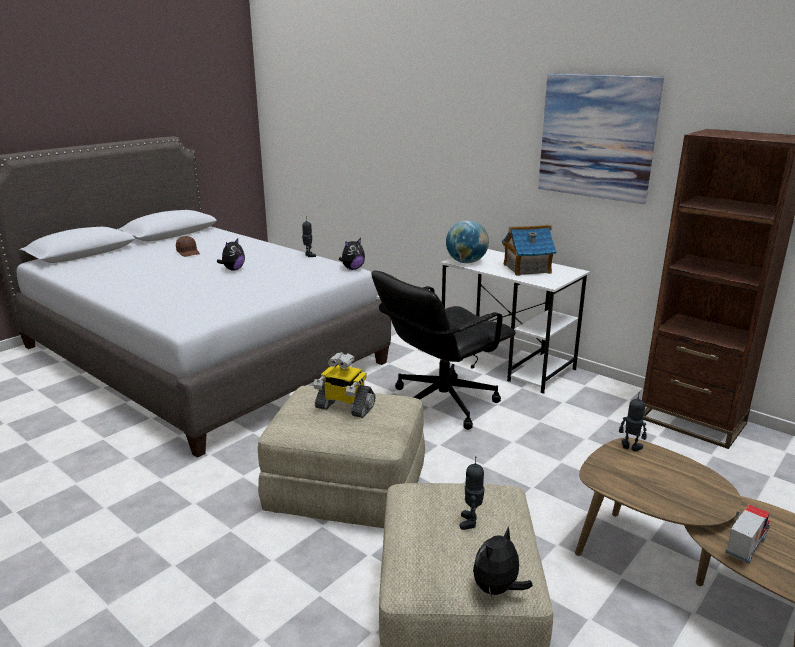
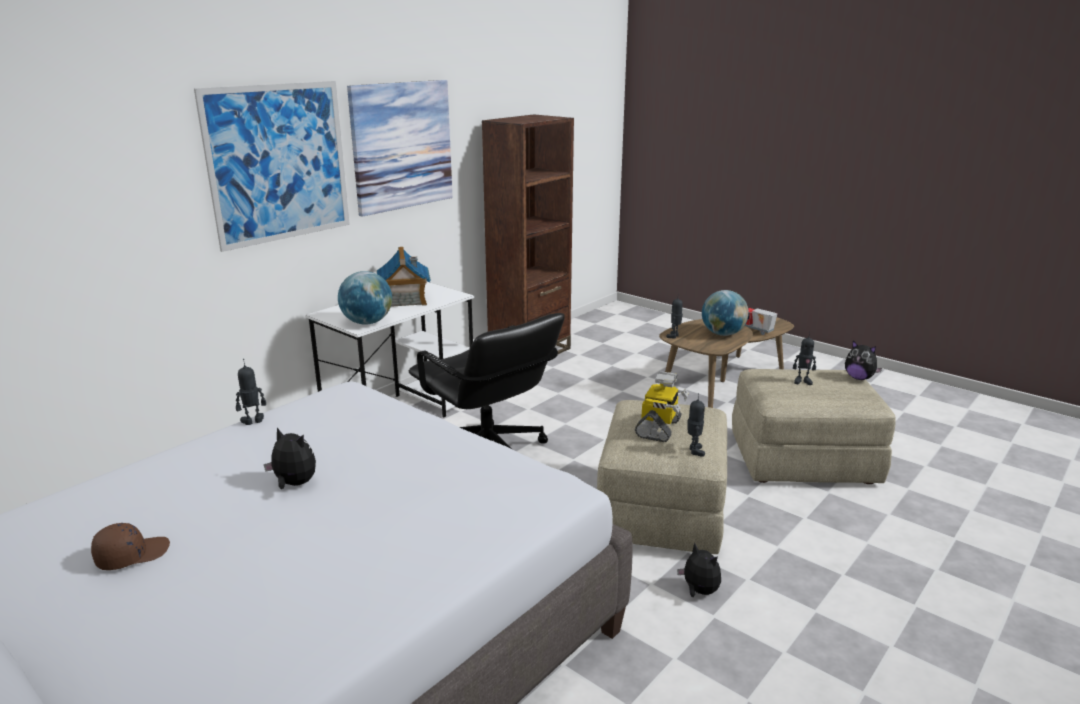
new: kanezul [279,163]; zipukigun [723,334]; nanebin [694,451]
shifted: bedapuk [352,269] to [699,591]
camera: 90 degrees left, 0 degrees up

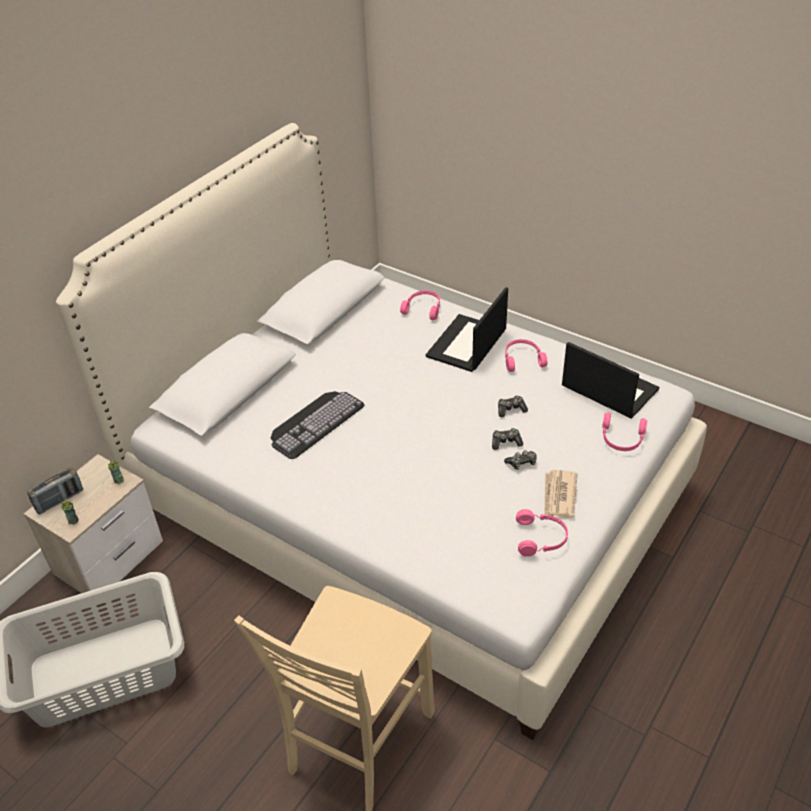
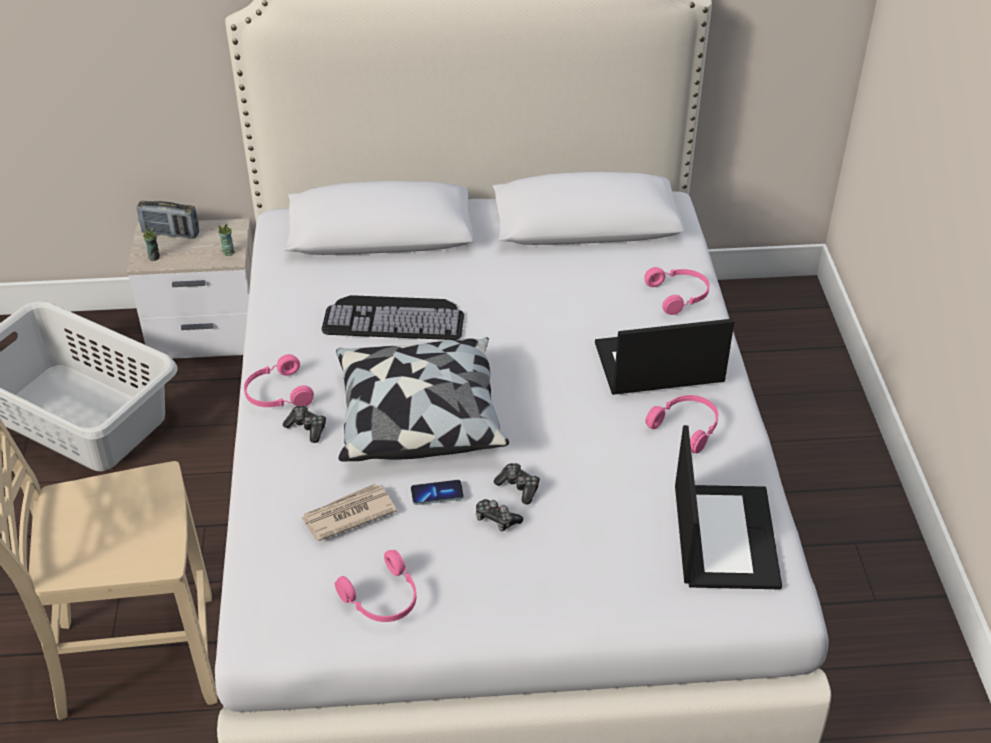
new: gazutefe [418,417]; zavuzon [437,493]
shifted: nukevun [511,409] to [307,428]; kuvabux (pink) [622,439] to [277,394]; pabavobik [559,496] to [347,515]
camera: 50 degrees right, 0 degrees up

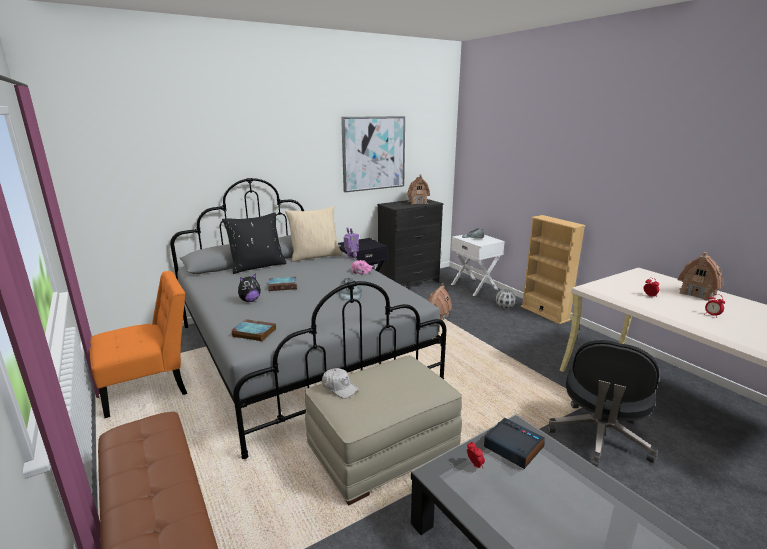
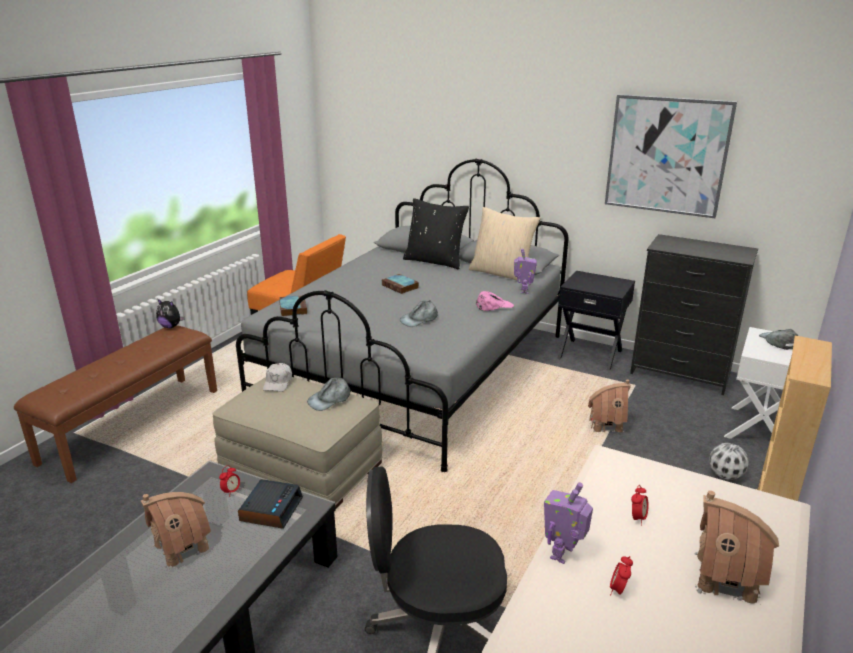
new: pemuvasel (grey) [330,399]; nanebin [563,554]
shifted: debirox [417,202] to [181,547]; bedapuk [250,300] to [171,326]
camera: 60 degrees right, 5 degrees up

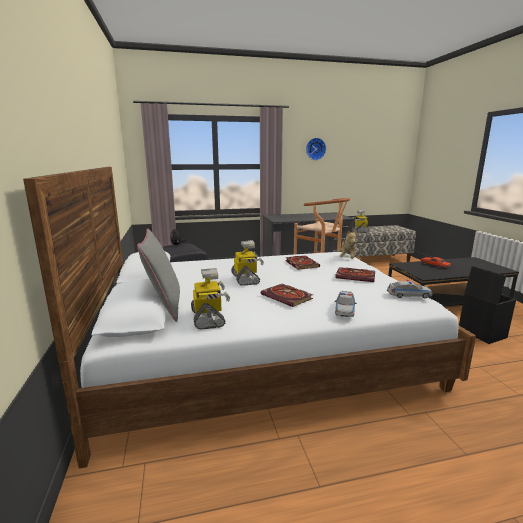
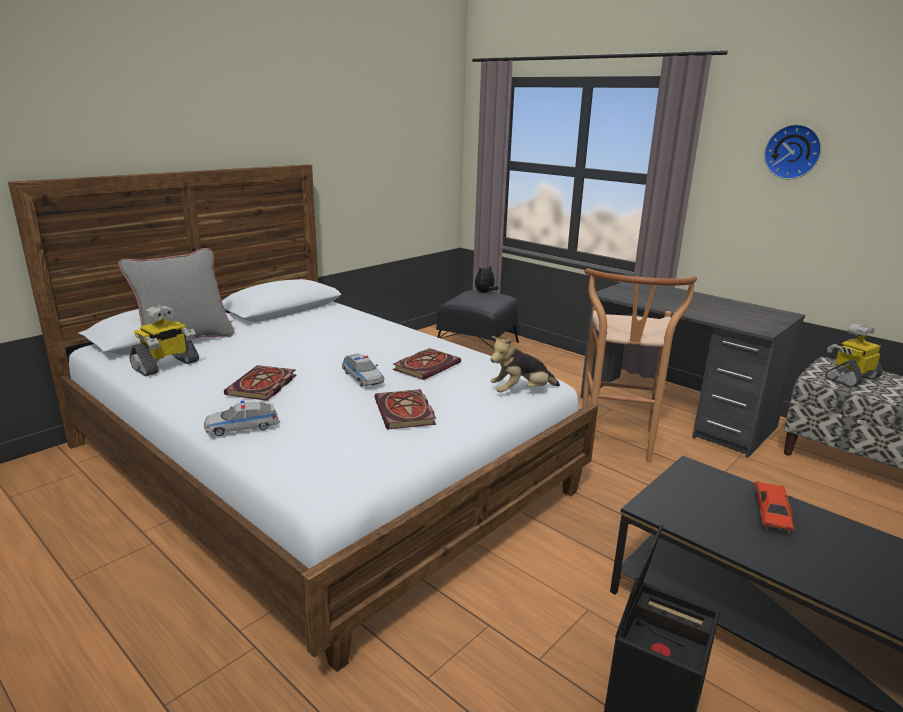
gone: nanebin [246,279]
shifted: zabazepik [409,295] to [362,377]
camera: 55 degrees right, 5 degrees up

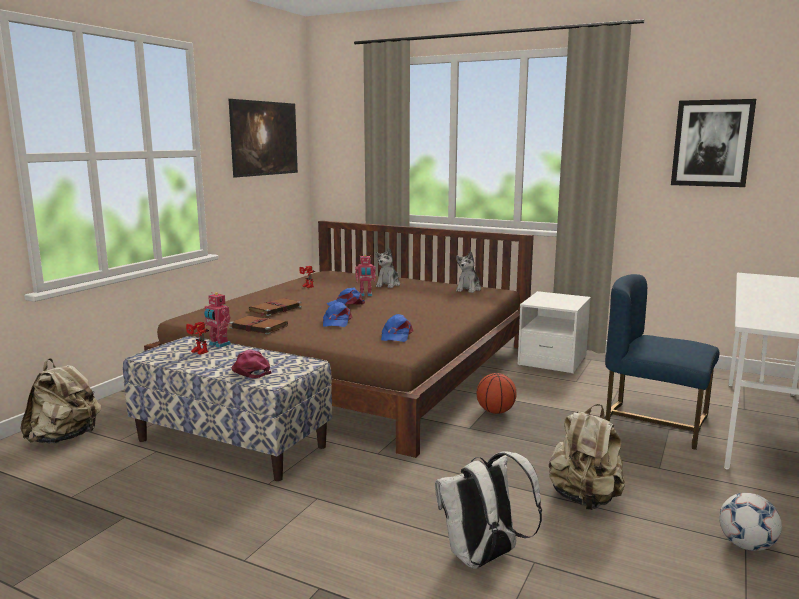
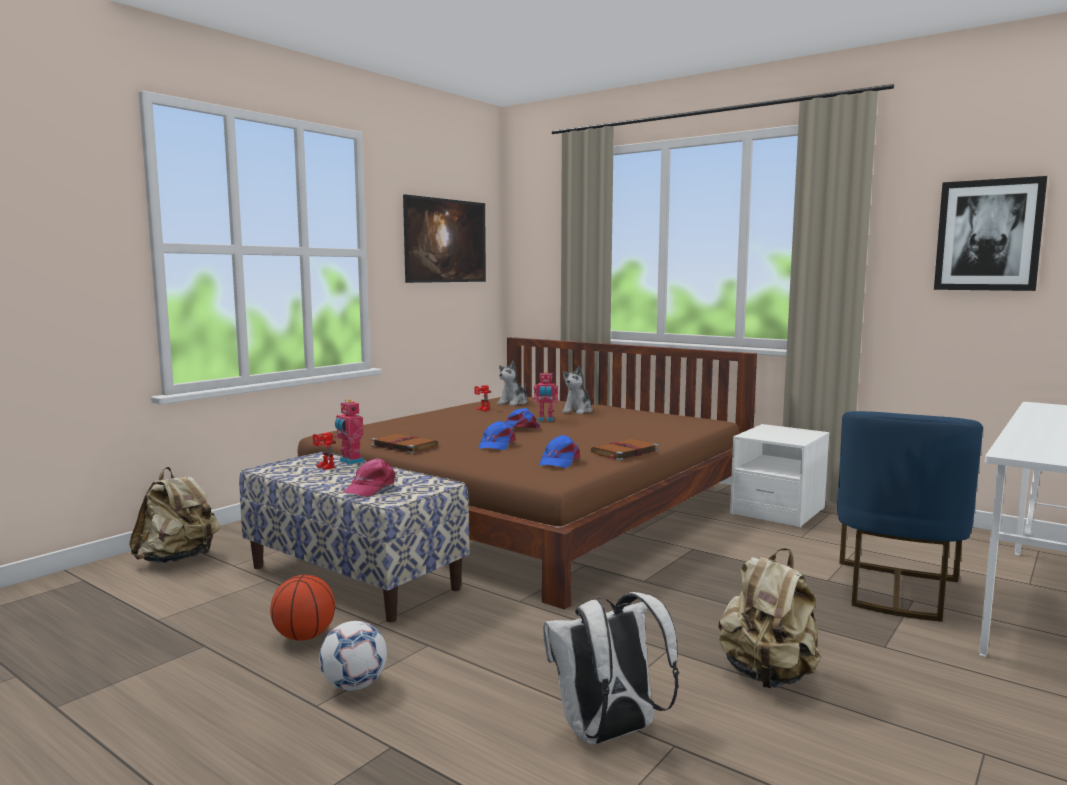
shifted: bedapuk [468,289] to [513,403]; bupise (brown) [275,309] to [624,452]; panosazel [495,411] to [304,636]; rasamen [746,545] to [354,685]
rotated: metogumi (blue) [655,422] = [895,591] 105 degrees counterclockwise; pemuvasel (pink) [250,371] = [370,488] 135 degrees counterclockwise
camera: 10 degrees right, 5 degrees down

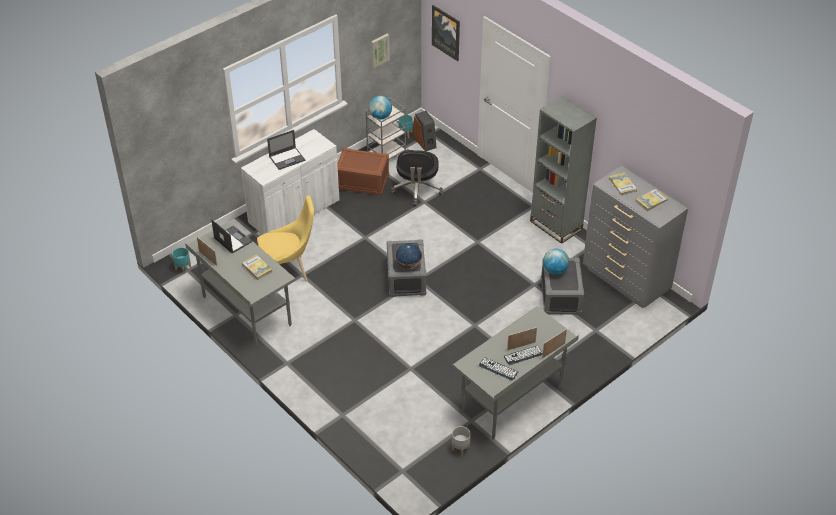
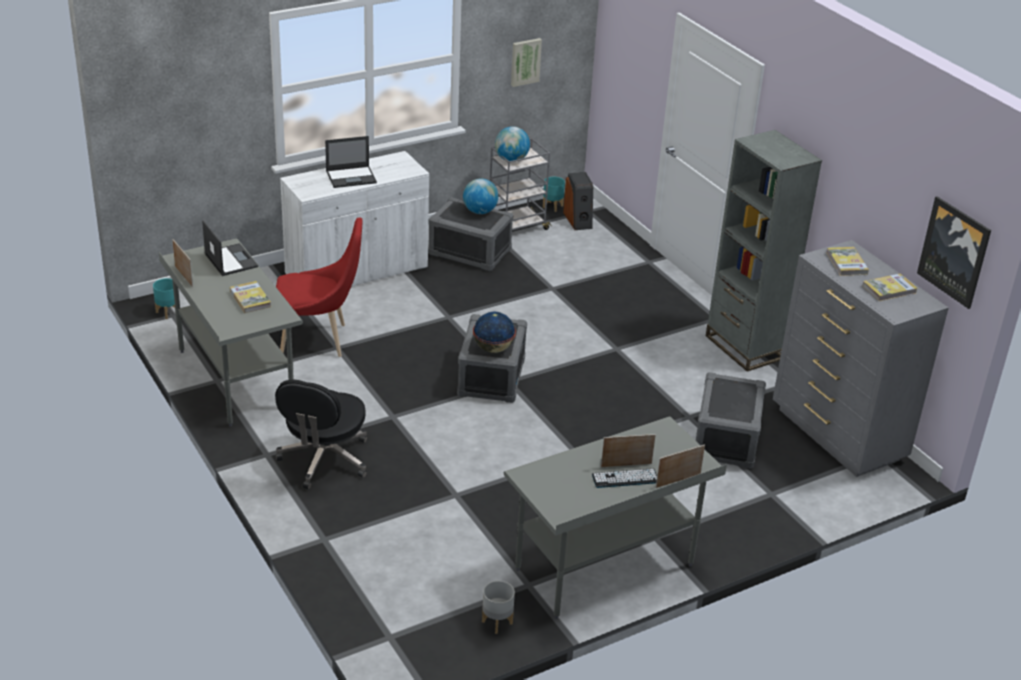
gone: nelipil [498,369]
shifted: kanezul [446,32] to [954,251]; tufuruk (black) [417,189] to [324,460]; zipukigun [554,270] to [480,211]
repainted: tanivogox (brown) [362,182] to tanivogox (grey) [469,252]; metogumi (yellow) [288,271] to metogumi (red) [318,340]
camera: 10 degrees right, 10 degrees down

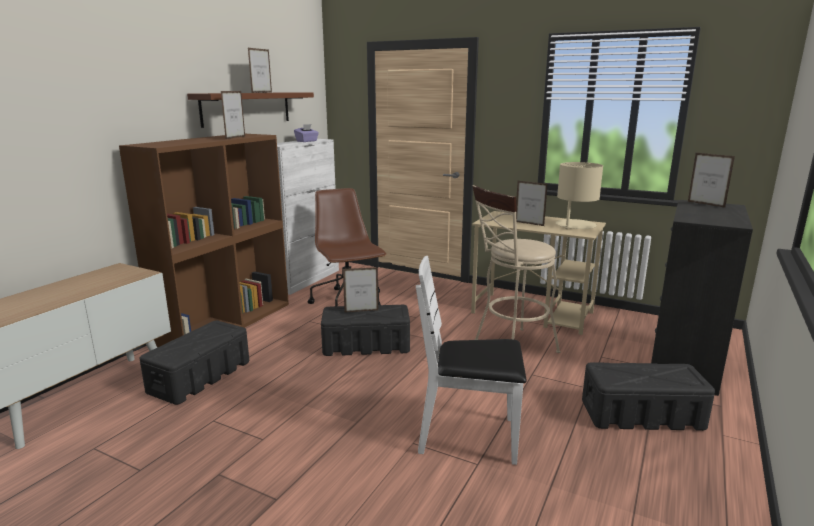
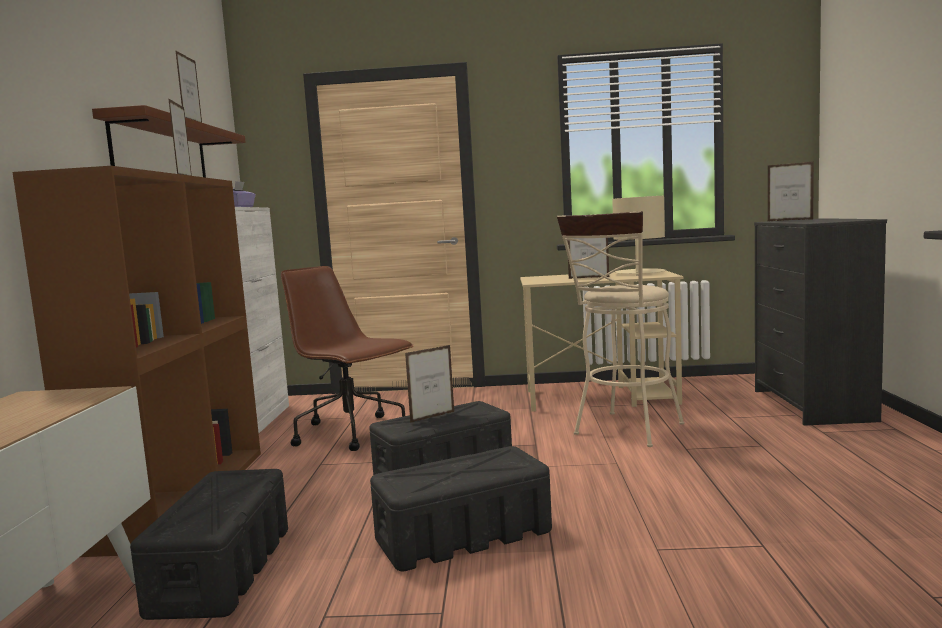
gone: metogumi (white) [468,437]
shifted: tanivogox (black) [640,415] to [462,536]
camera: 25 degrees left, 10 degrees down

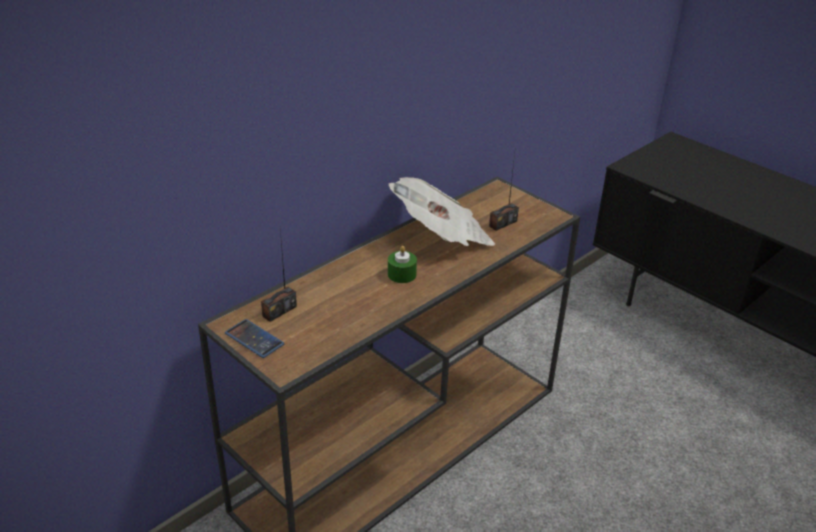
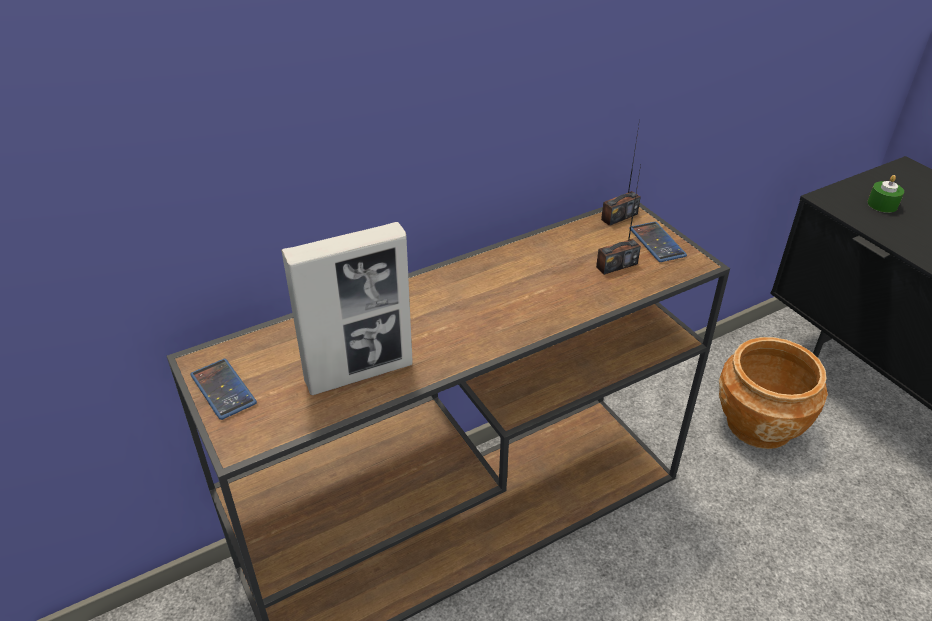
gone: pabavobik [442,237]
new: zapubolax [360,373]; zavuzon [657,242]; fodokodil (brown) [758,423]
shifted: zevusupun [279,311] to [619,217]; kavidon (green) [402,274] to [882,204]
camera: 15 degrees right, 5 degrees up

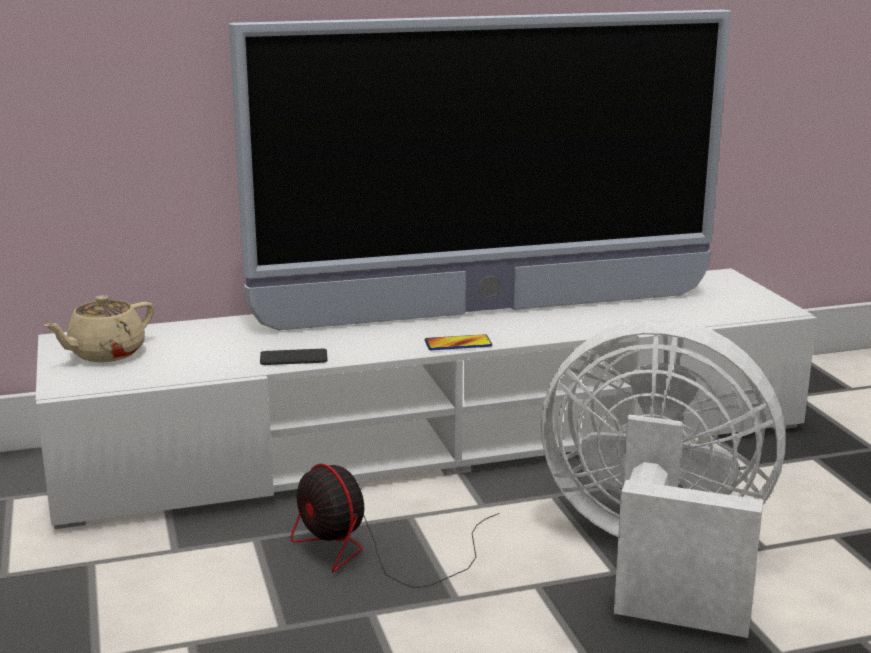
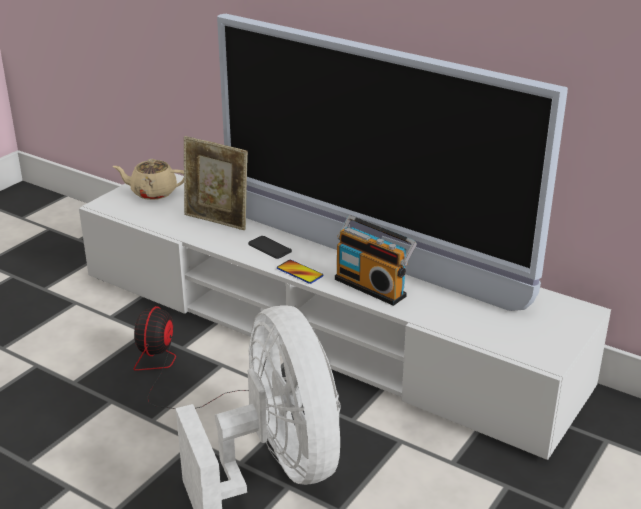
new: zapubolax [217,221]; zevusupun [372,286]
shifted: zavuzon [293,358] to [269,248]
camera: 50 degrees right, 10 degrees up

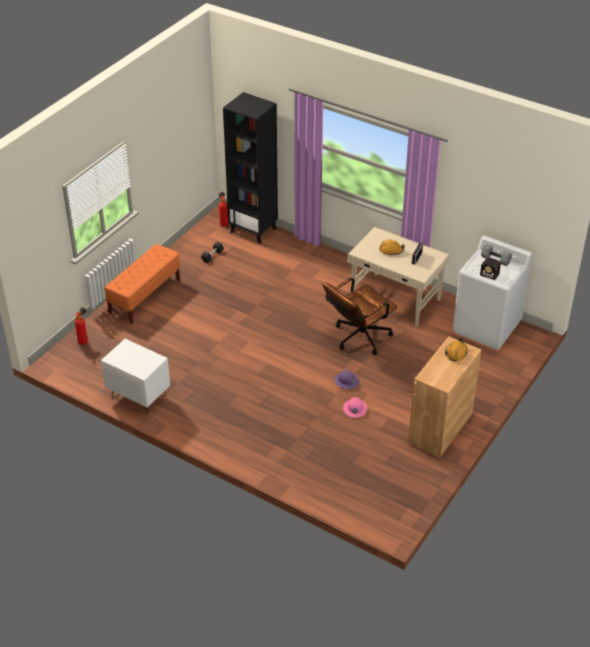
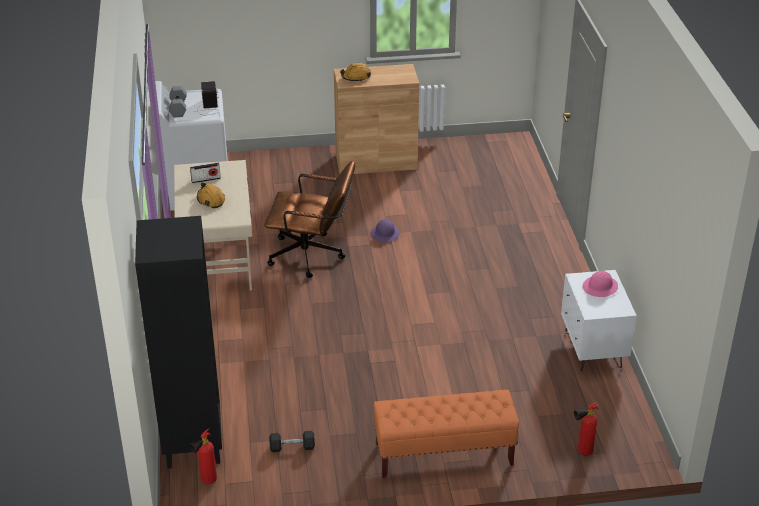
shifted: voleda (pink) [354,409] to [600,287]
camera: 130 degrees left, 5 degrees down

